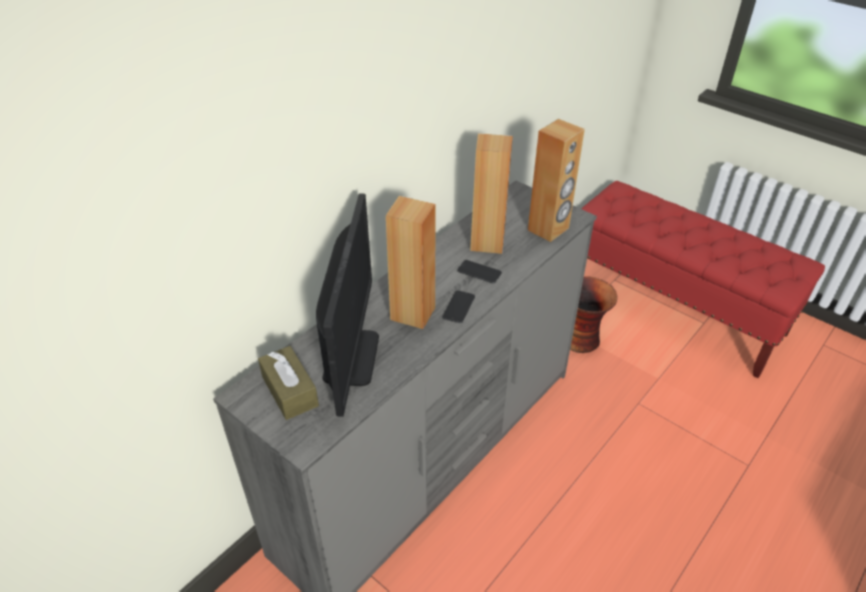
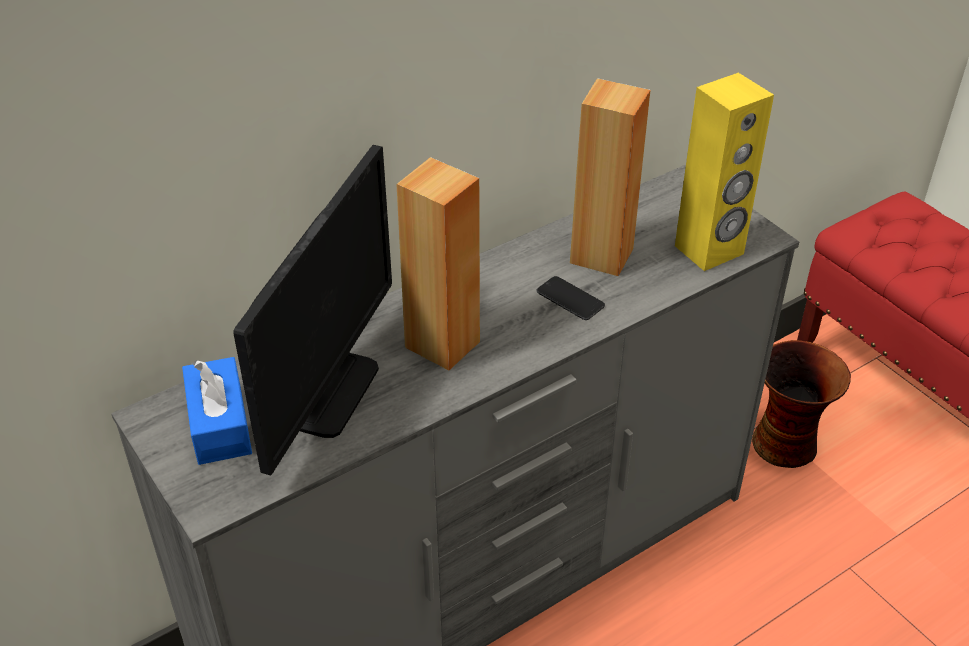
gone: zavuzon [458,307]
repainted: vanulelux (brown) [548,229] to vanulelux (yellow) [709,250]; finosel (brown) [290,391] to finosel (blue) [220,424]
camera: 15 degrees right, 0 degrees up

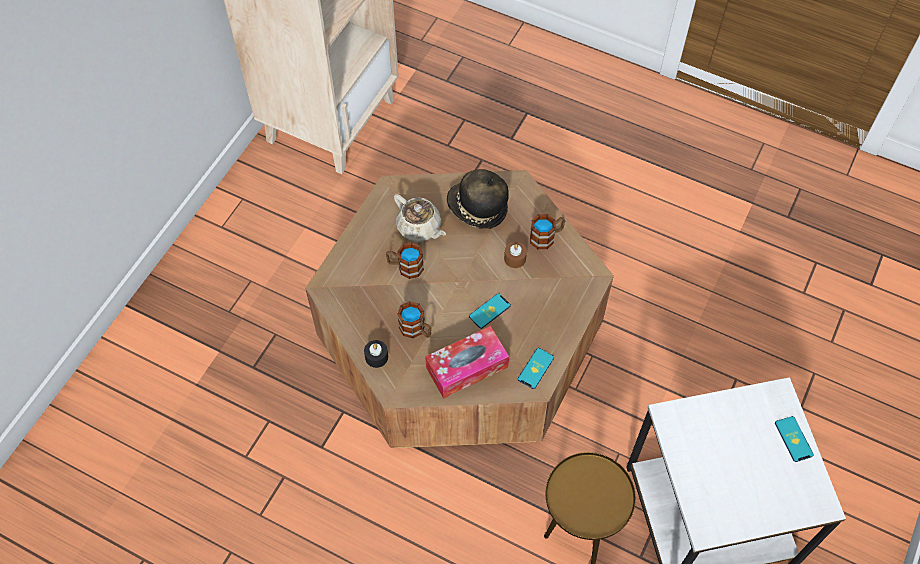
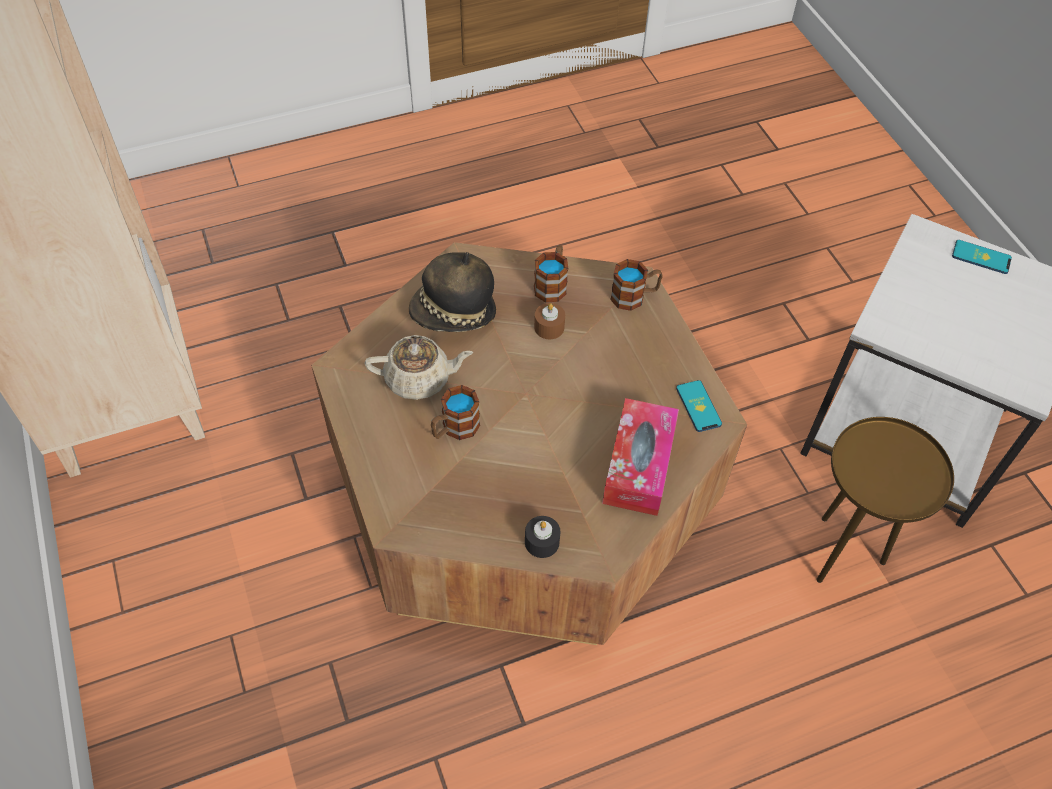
gone: zavuzon [489,311]
shifted: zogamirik [416,330] to [634,296]
camera: 50 degrees left, 5 degrees down

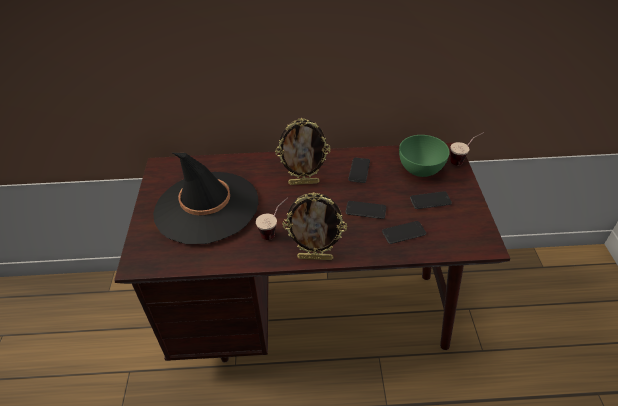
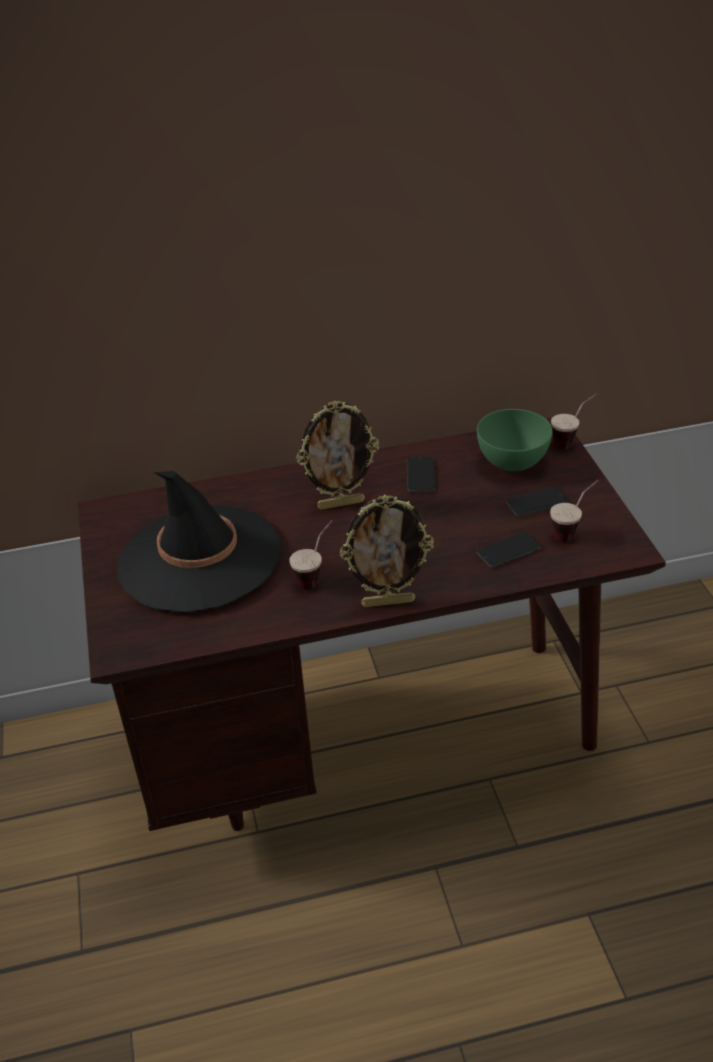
gone: zavuzon [365,210]
new: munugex [573,531]
camera: 10 degrees left, 5 degrees down

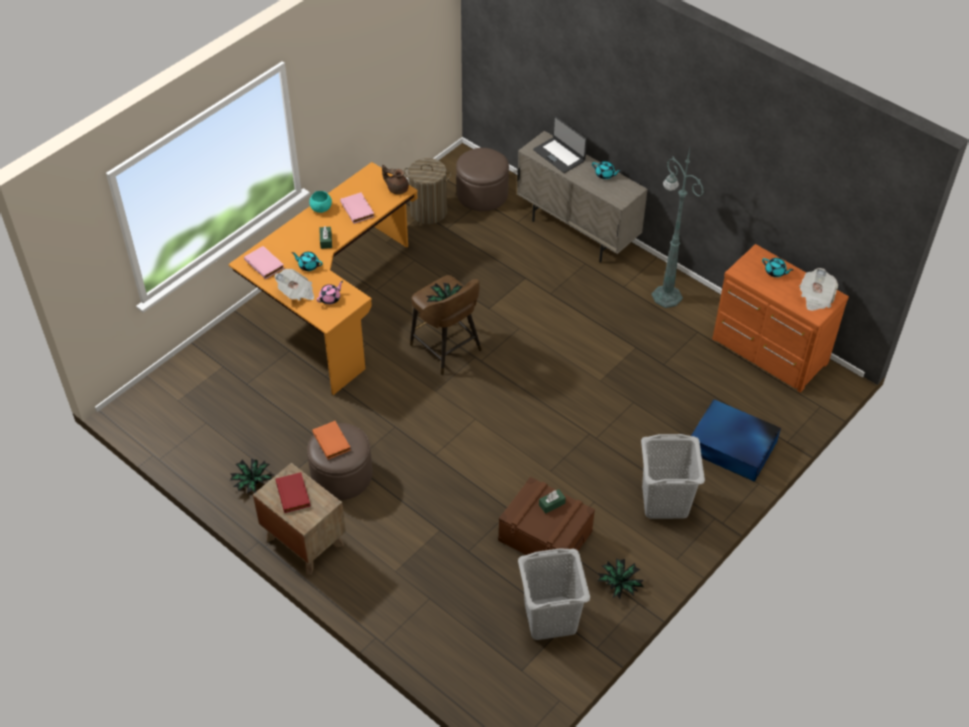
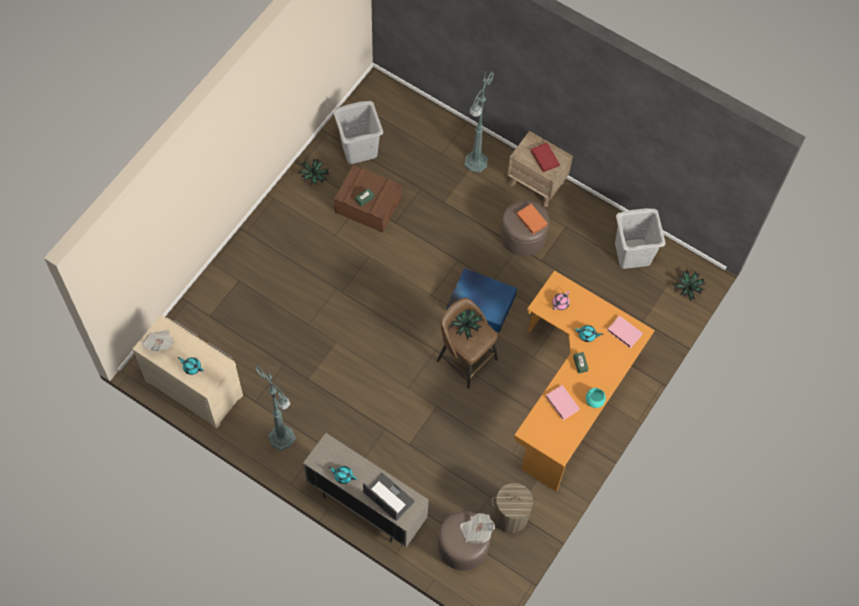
gone: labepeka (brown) [397,188]
new: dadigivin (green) [475,163]
shifted: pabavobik [296,293] to [476,530]; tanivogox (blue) [733,447] to [480,303]; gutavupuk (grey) [664,502] to [632,253]; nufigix [252,482] to [688,288]
repainted: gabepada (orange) [768,353] to gabepada (beige) [195,386]
camera: 170 degrees right, 15 degrees up

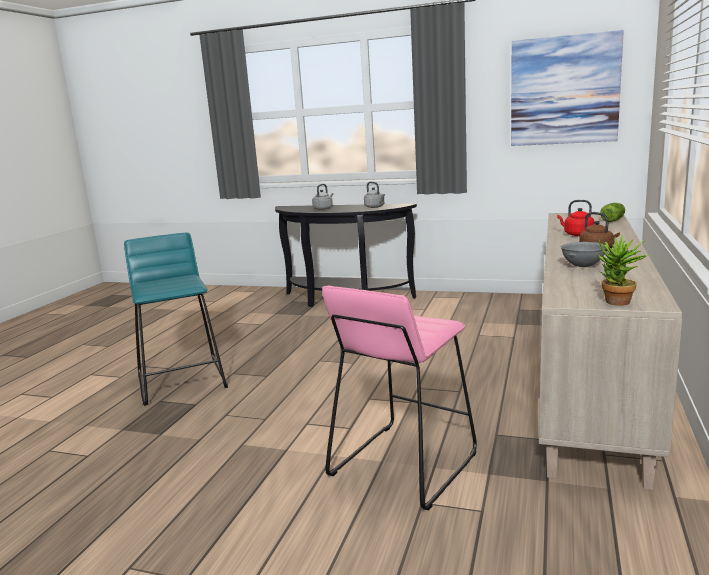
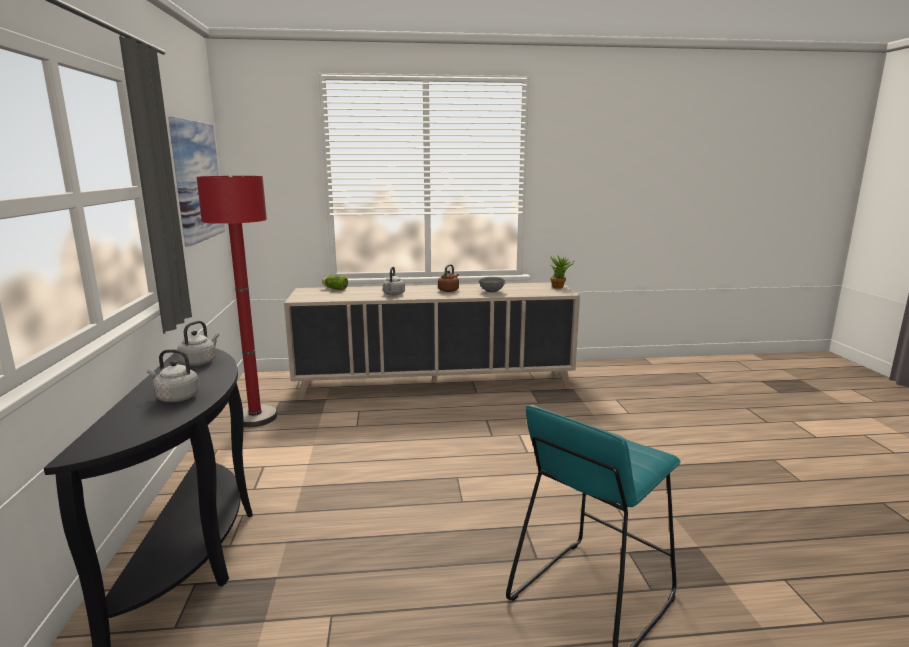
gone: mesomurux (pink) [403,464]
new: dadigivin (red) [255,418]
repainted: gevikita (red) [576,234] to gevikita (grey) [393,294]
camera: 115 degrees left, 0 degrees up

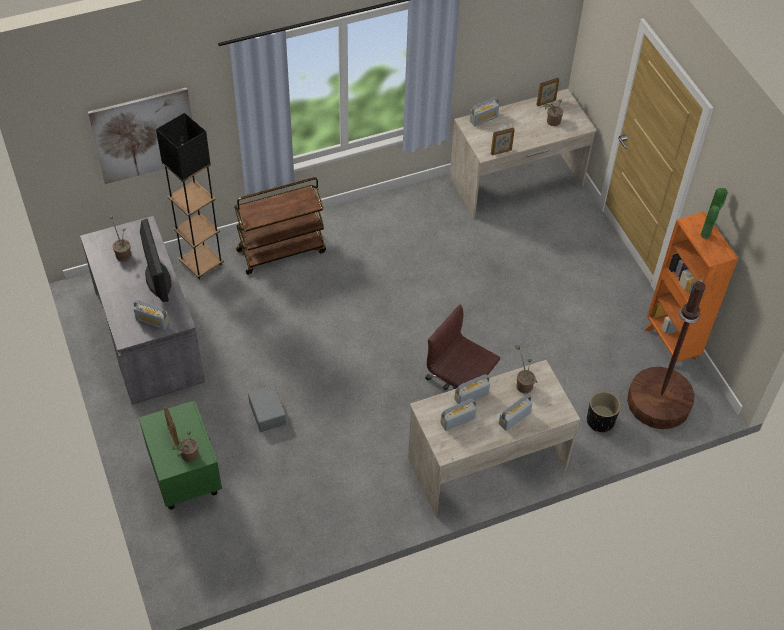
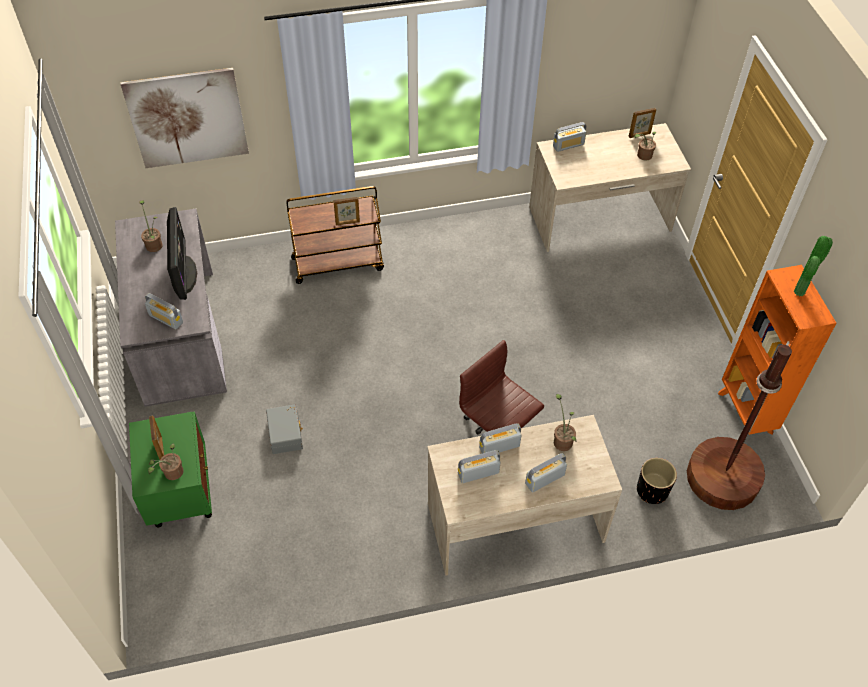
gone: dadigivin (black) [201,264]
shifted: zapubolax [501,152] to [347,223]
camera: 10 degrees right, 0 degrees up

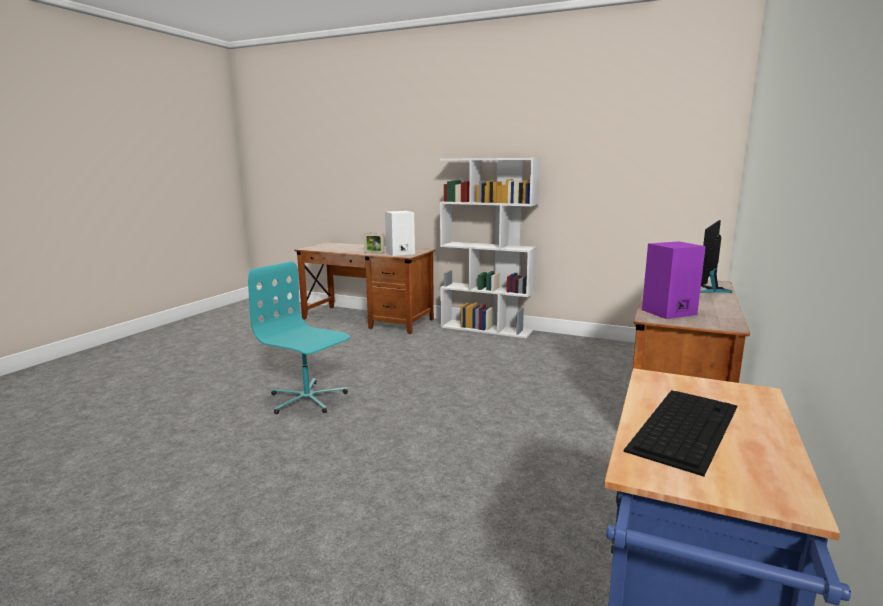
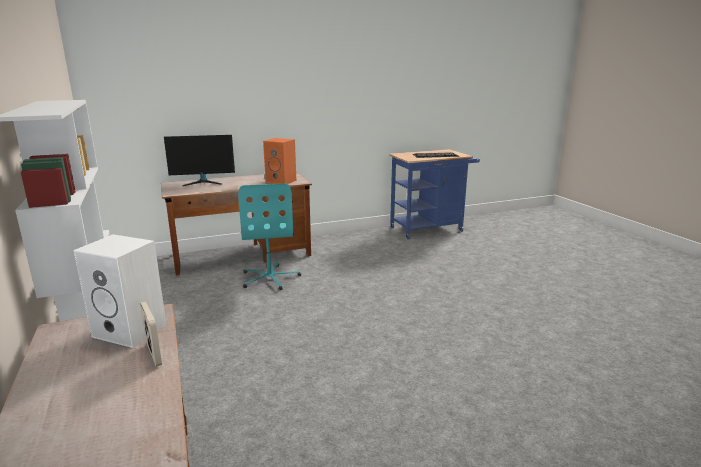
shifted: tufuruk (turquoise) [307,399] to [270,278]
repainted: vanulelux (purple) [668,312] to vanulelux (orange) [282,181]
camera: 135 degrees left, 5 degrees up

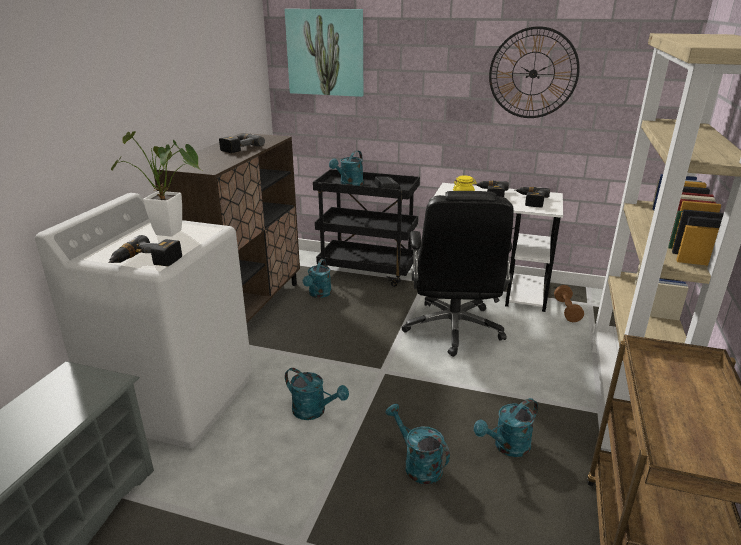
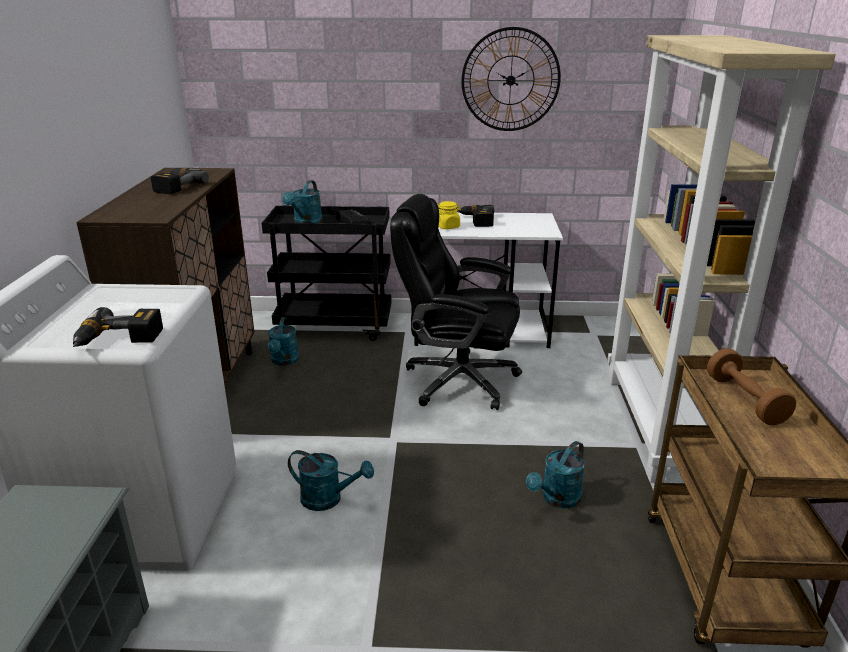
gone: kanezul [325,53]; nufigix [174,233]; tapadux [530,201]; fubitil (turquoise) [417,464]
shifted: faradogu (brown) [567,310] to [745,400]
rotated: tufuruk (black) [453,329] = [457,380] 120 degrees clockwise
camera: 15 degrees left, 0 degrees up

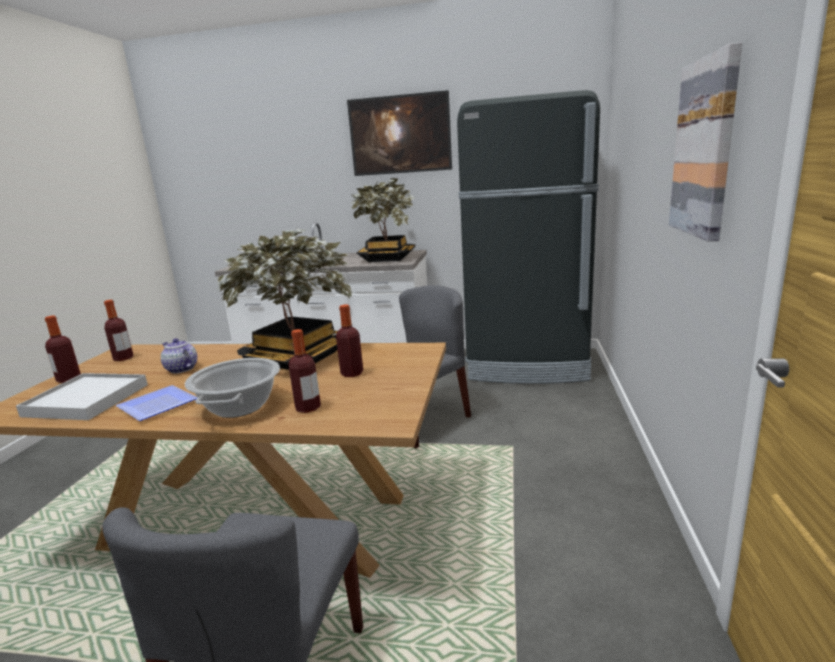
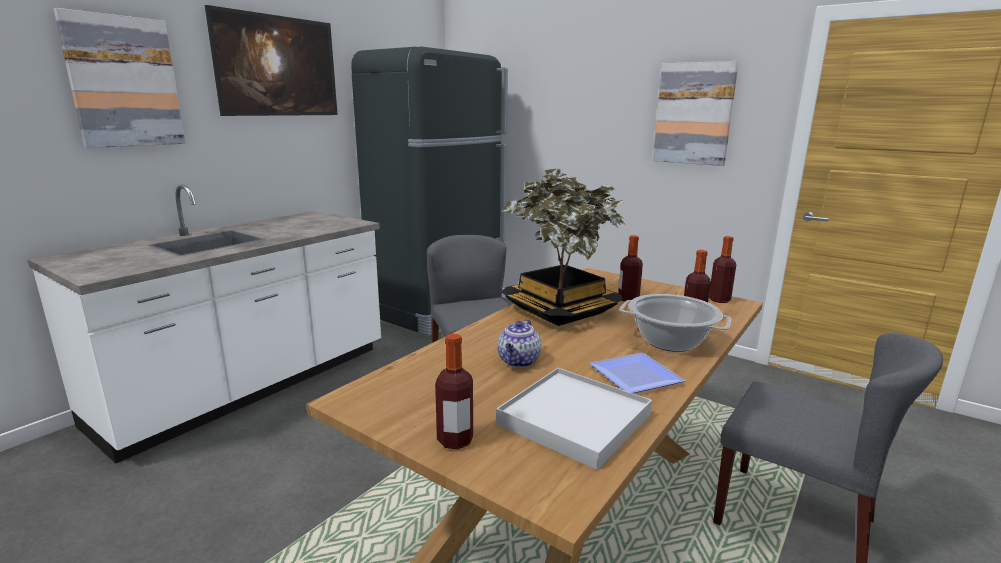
gone: nufigix [387,258]
new: kanezul [124,82]
shifted: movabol [123,358] to [719,300]
rotated: labepeka [181,369] = [519,361] 45 degrees counterclockwise
camera: 65 degrees left, 0 degrees up

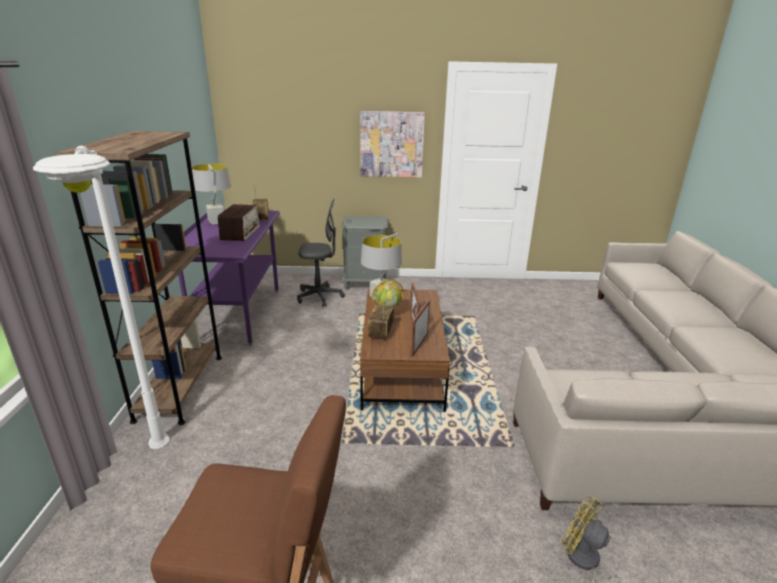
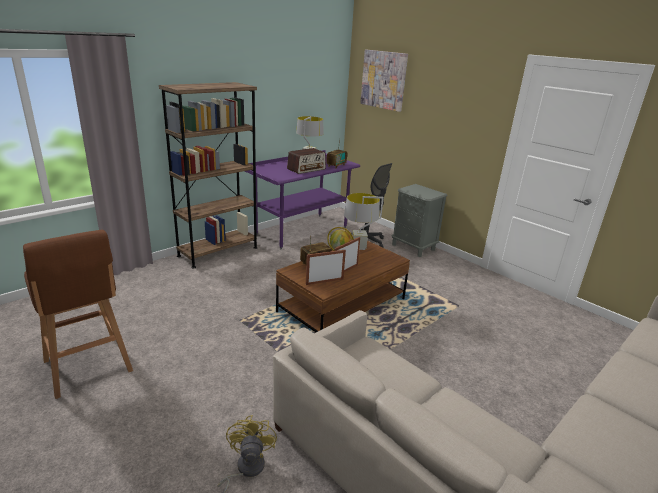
gone: dadigivin (white) [160,488]
shifted: kanezul [391,144] to [383,80]
camera: 45 degrees right, 0 degrees up

